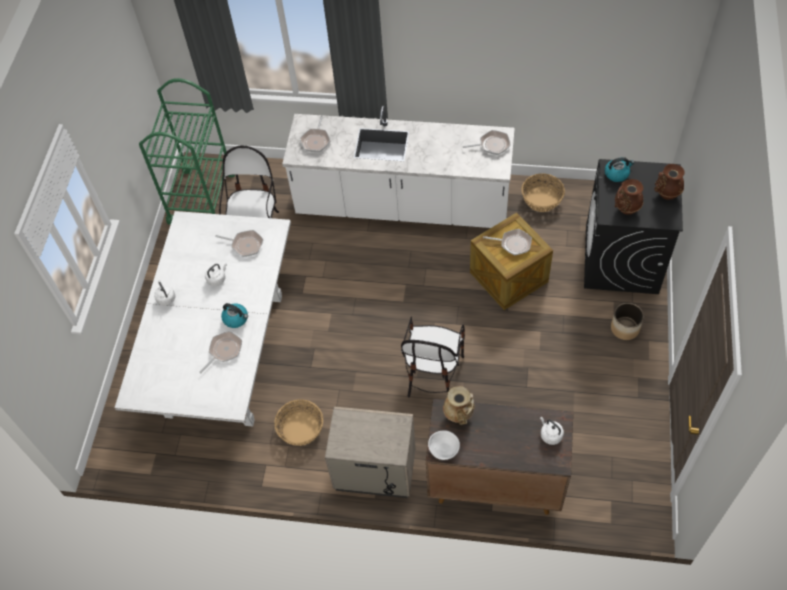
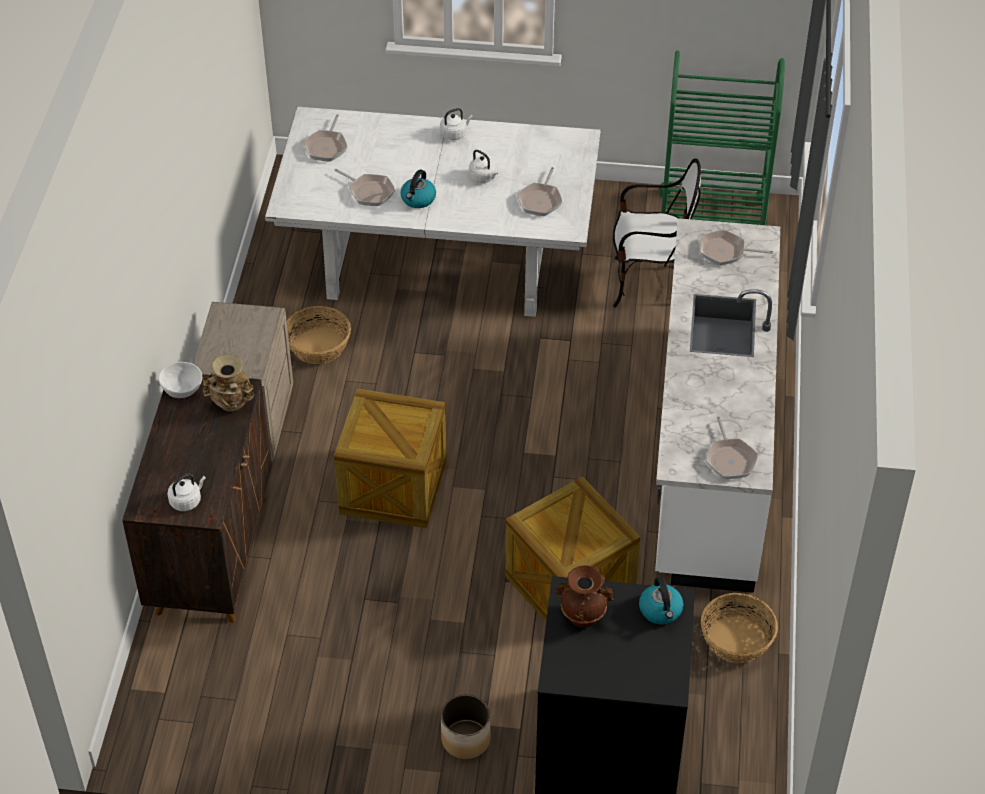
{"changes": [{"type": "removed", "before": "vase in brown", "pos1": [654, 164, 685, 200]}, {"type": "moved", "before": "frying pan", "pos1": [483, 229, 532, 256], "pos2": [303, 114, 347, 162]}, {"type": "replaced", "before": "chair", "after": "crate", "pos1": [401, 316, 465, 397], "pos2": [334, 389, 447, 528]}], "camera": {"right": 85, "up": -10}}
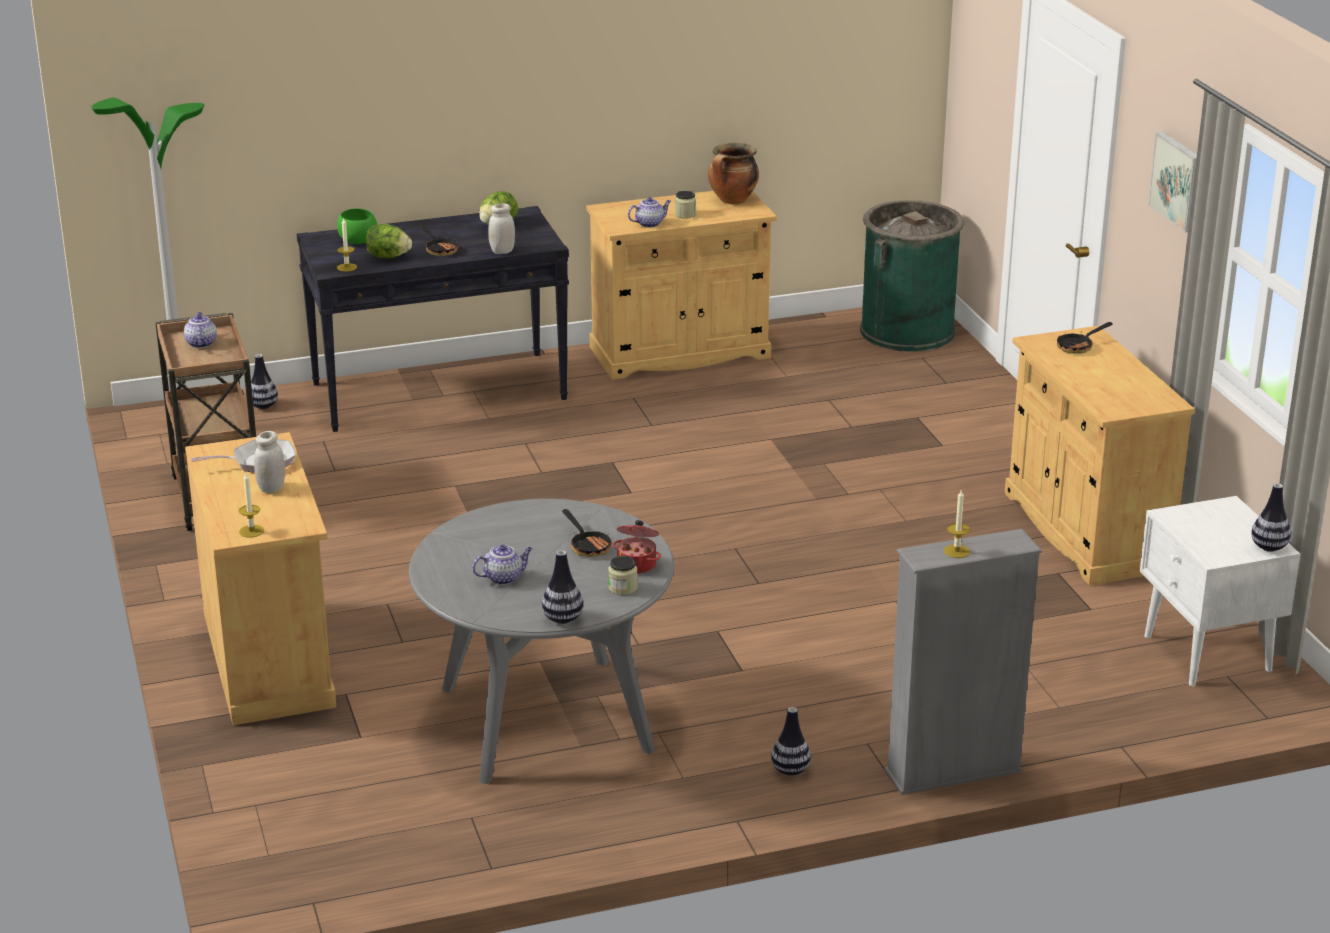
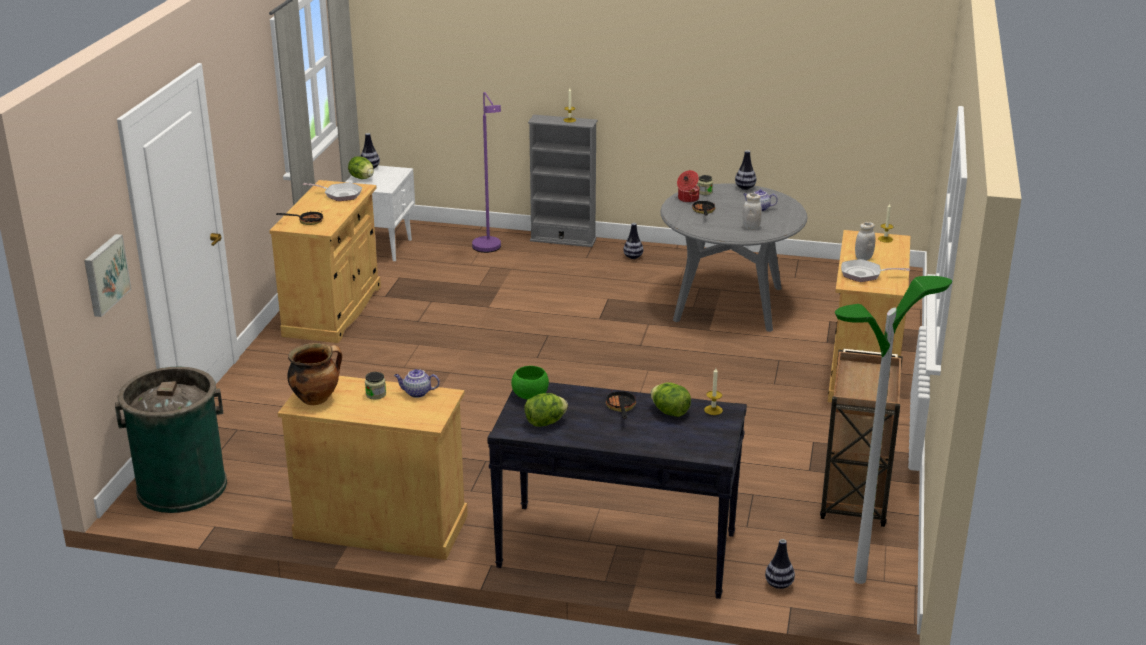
{"changes": [{"type": "moved", "before": "picture", "pos1": [1148, 132, 1197, 232], "pos2": [84, 234, 131, 317]}, {"type": "moved", "before": "jar in white", "pos1": [488, 203, 515, 254], "pos2": [742, 193, 762, 229]}, {"type": "moved", "before": "bowl in green", "pos1": [337, 208, 377, 244], "pos2": [511, 366, 549, 400]}, {"type": "removed", "before": "teapot", "pos1": [184, 312, 217, 348]}, {"type": "added", "after": "floor lamp in purple", "pos2": [472, 92, 501, 253]}, {"type": "added", "after": "lettuce", "pos2": [348, 156, 374, 179]}, {"type": "added", "after": "frying pan", "pos2": [303, 183, 362, 201]}], "camera": {"right": -150, "up": 0}}
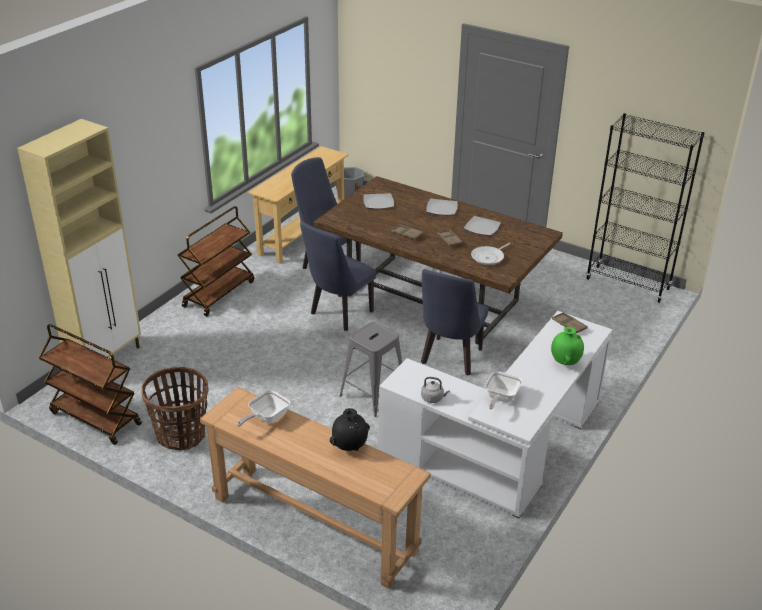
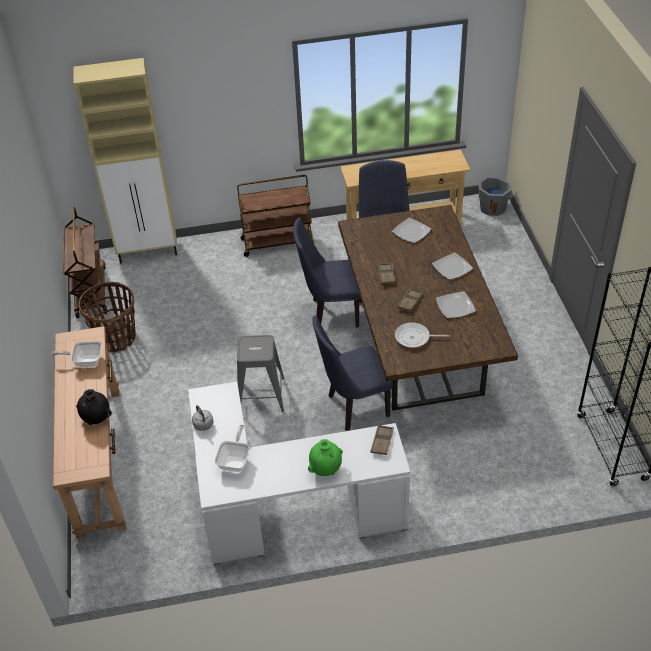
{"changes": [{"type": "turned", "before": "frying pan", "pos1": [485, 371, 523, 409], "pos2": [214, 425, 250, 472], "turn": 120}], "camera": {"right": 50, "up": 10}}
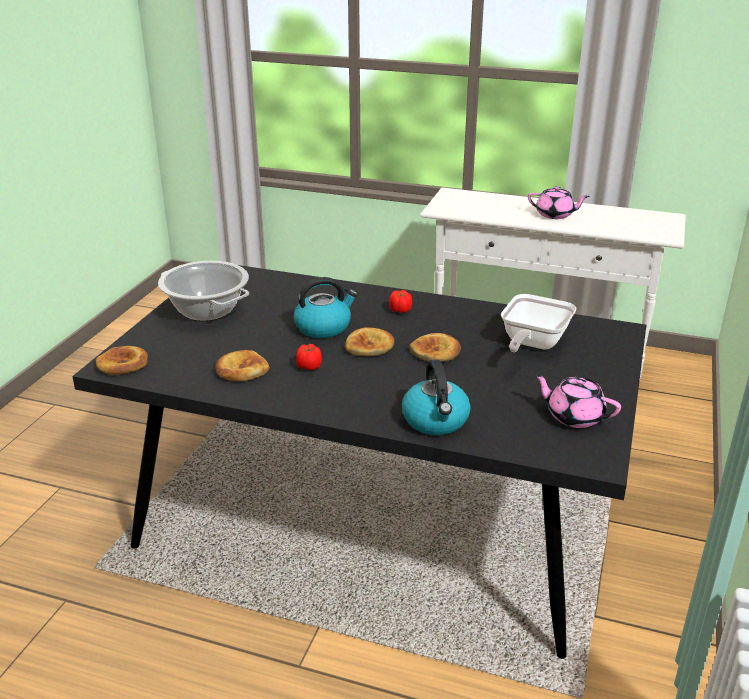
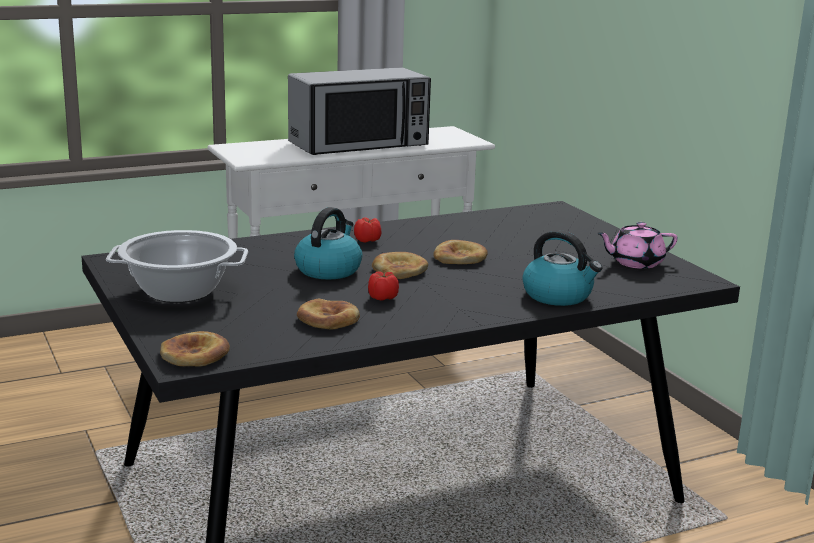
{"changes": [{"type": "replaced", "before": "teapot in pink", "after": "microwave", "pos1": [528, 186, 590, 219], "pos2": [288, 67, 431, 155]}, {"type": "removed", "before": "frying pan", "pos1": [501, 294, 576, 352]}], "camera": {"right": -45, "up": -10}}
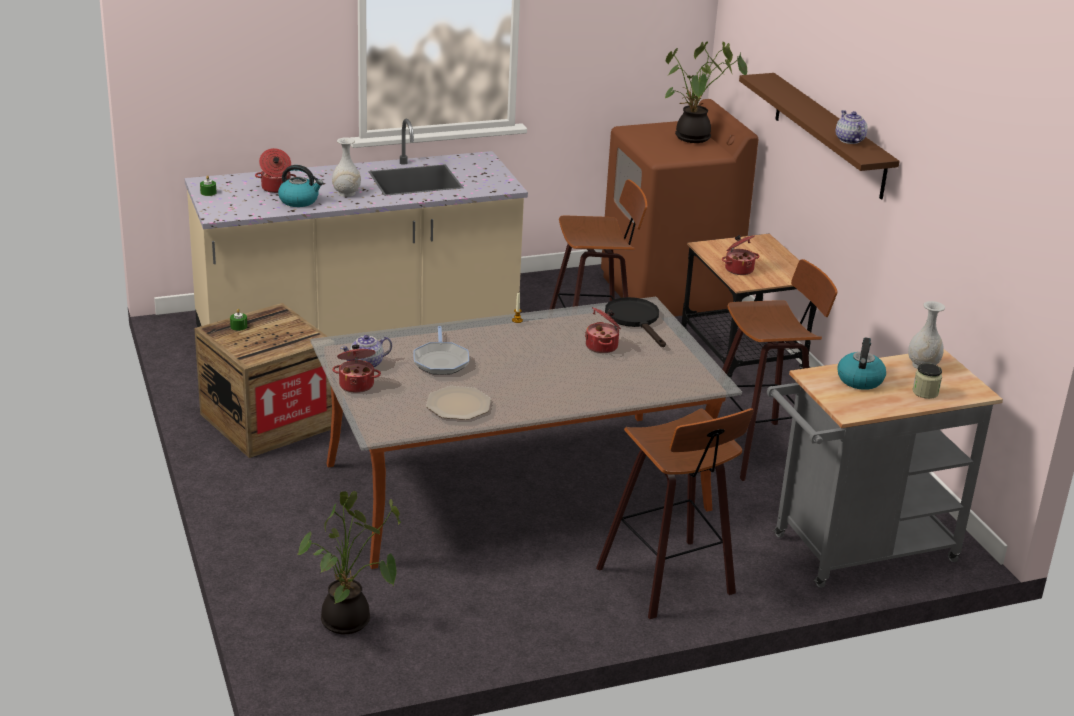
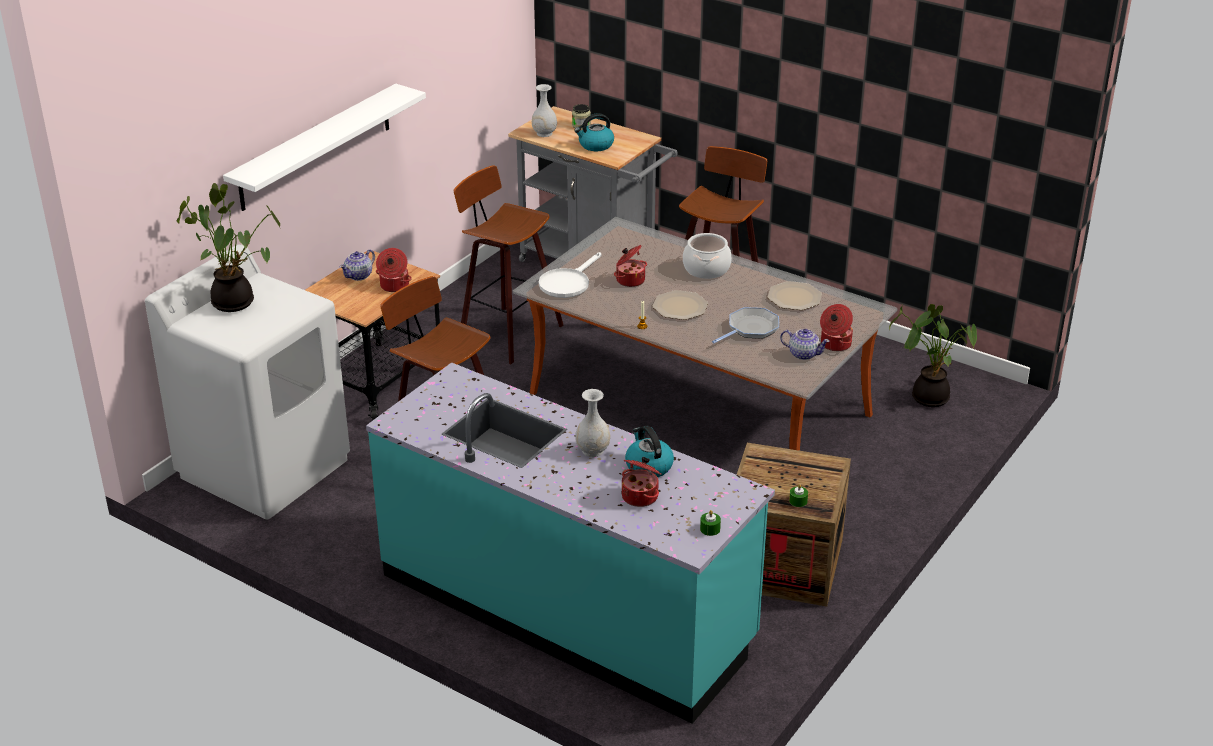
{"changes": [{"type": "recoloured", "before": "shelf in brown", "after": "shelf in white", "pos1": [739, 73, 900, 200], "pos2": [223, 83, 426, 211]}, {"type": "recoloured", "before": "washing machine in brown", "after": "washing machine in white", "pos1": [601, 99, 758, 317], "pos2": [145, 245, 350, 520]}, {"type": "moved", "before": "teapot", "pos1": [836, 110, 868, 144], "pos2": [340, 249, 375, 281]}, {"type": "recoloured", "before": "counter in beige", "after": "counter in turquoise", "pos1": [184, 119, 528, 337], "pos2": [366, 362, 775, 724]}, {"type": "recoloured", "before": "frying pan in black", "after": "frying pan in white", "pos1": [605, 297, 666, 347], "pos2": [539, 252, 601, 298]}, {"type": "added", "after": "cooking pot", "pos2": [683, 233, 732, 279]}, {"type": "added", "after": "plate", "pos2": [652, 290, 708, 320]}], "camera": {"right": -125, "up": 5}}
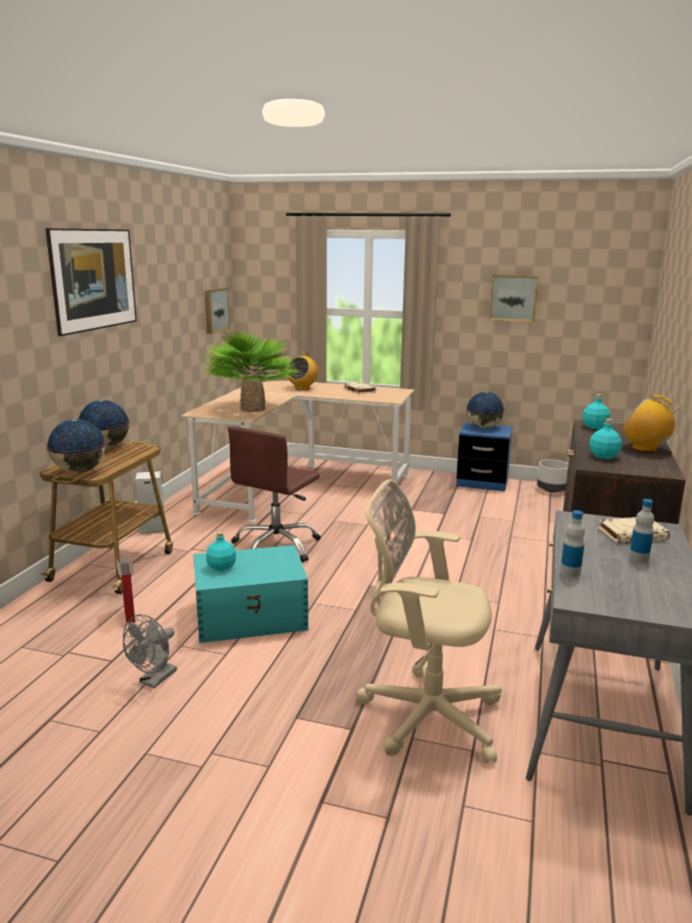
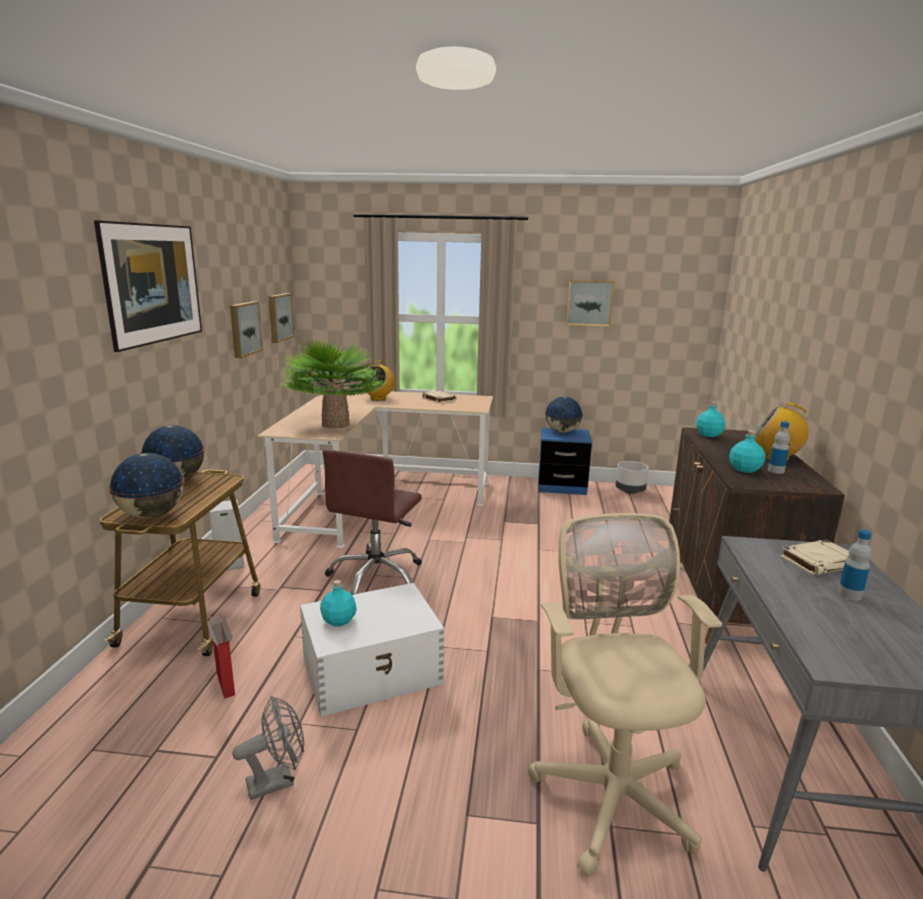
{"changes": [{"type": "turned", "before": "office chair in beige", "pos1": [356, 479, 502, 764], "pos2": [528, 513, 722, 877], "turn": 75}, {"type": "moved", "before": "bottle", "pos1": [560, 510, 585, 577], "pos2": [768, 422, 790, 474]}, {"type": "recoloured", "before": "storage box in turquoise", "after": "storage box in white", "pos1": [193, 545, 308, 643], "pos2": [300, 583, 444, 717]}, {"type": "turned", "before": "fan in grey", "pos1": [123, 615, 177, 688], "pos2": [232, 696, 304, 800], "turn": -135}, {"type": "added", "after": "picture", "pos2": [230, 301, 263, 358]}], "camera": {"right": -10, "up": 0}}
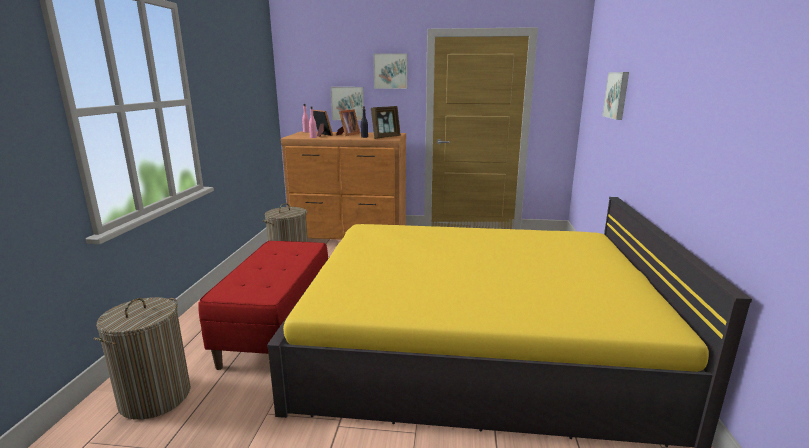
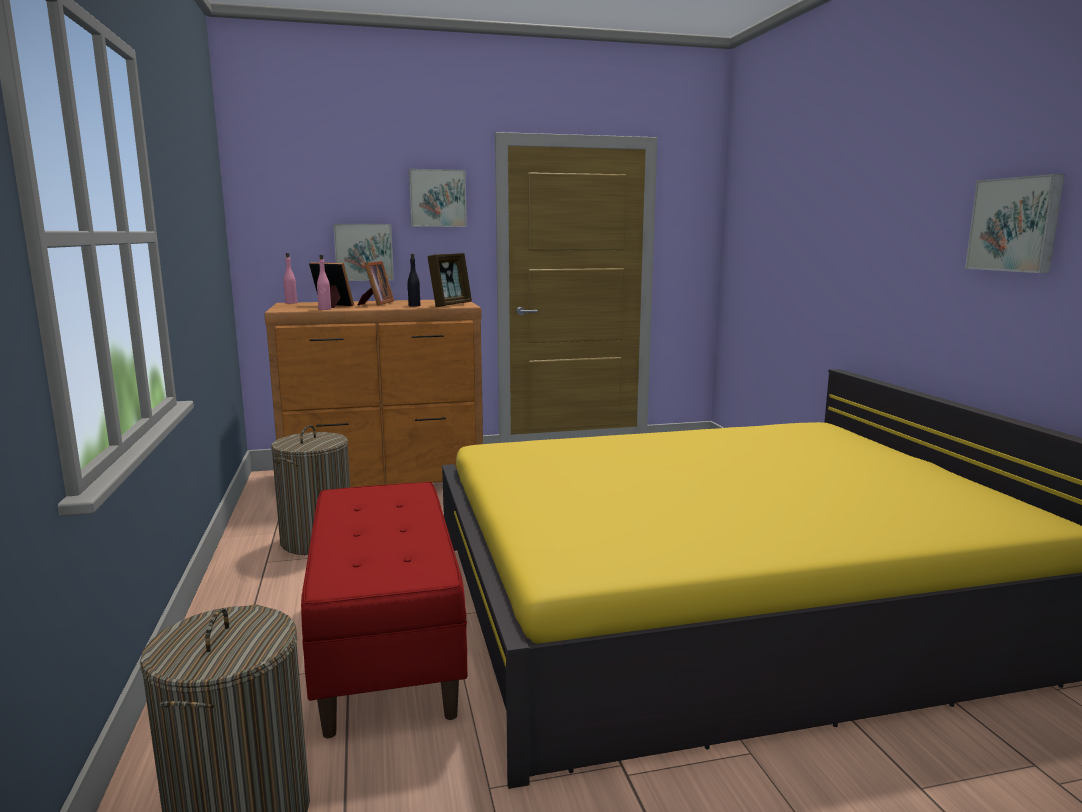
{"changes": [{"type": "moved", "before": "picture", "pos1": [602, 72, 629, 120], "pos2": [965, 174, 1065, 273]}], "camera": {"right": -20, "up": -5}}
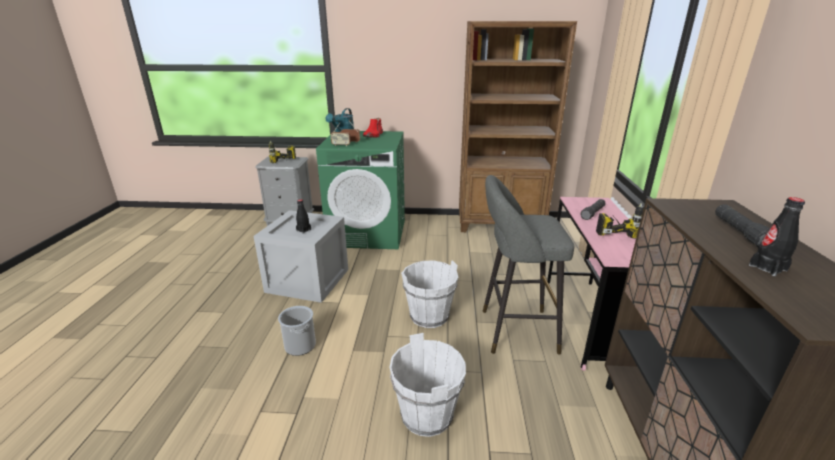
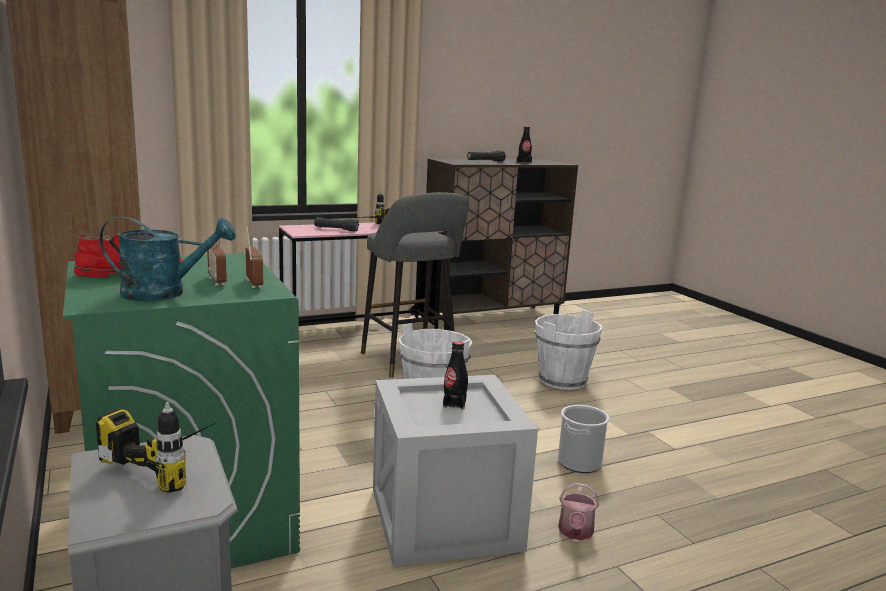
{"changes": [{"type": "added", "after": "watering can", "pos2": [558, 483, 599, 540]}], "camera": {"right": -120, "up": -10}}
